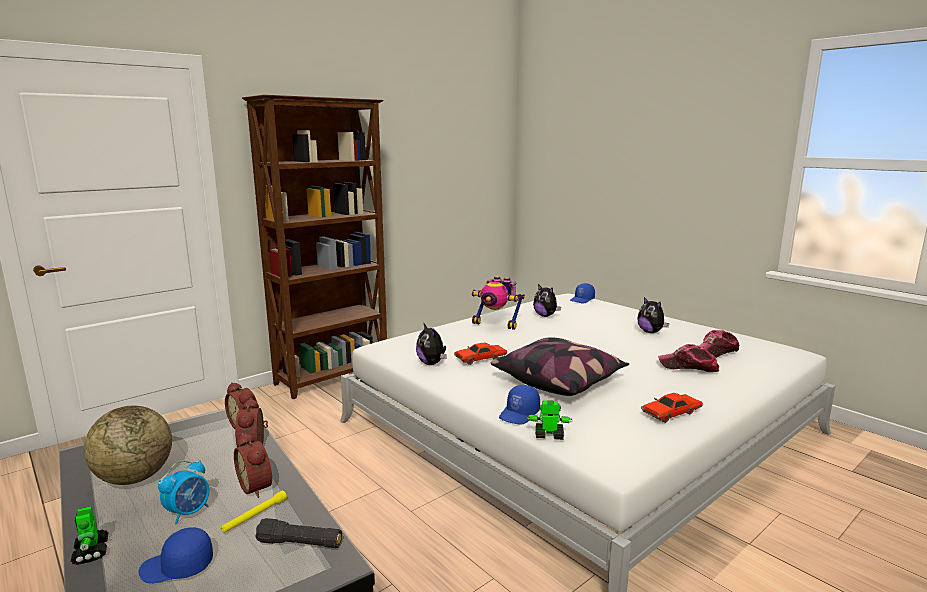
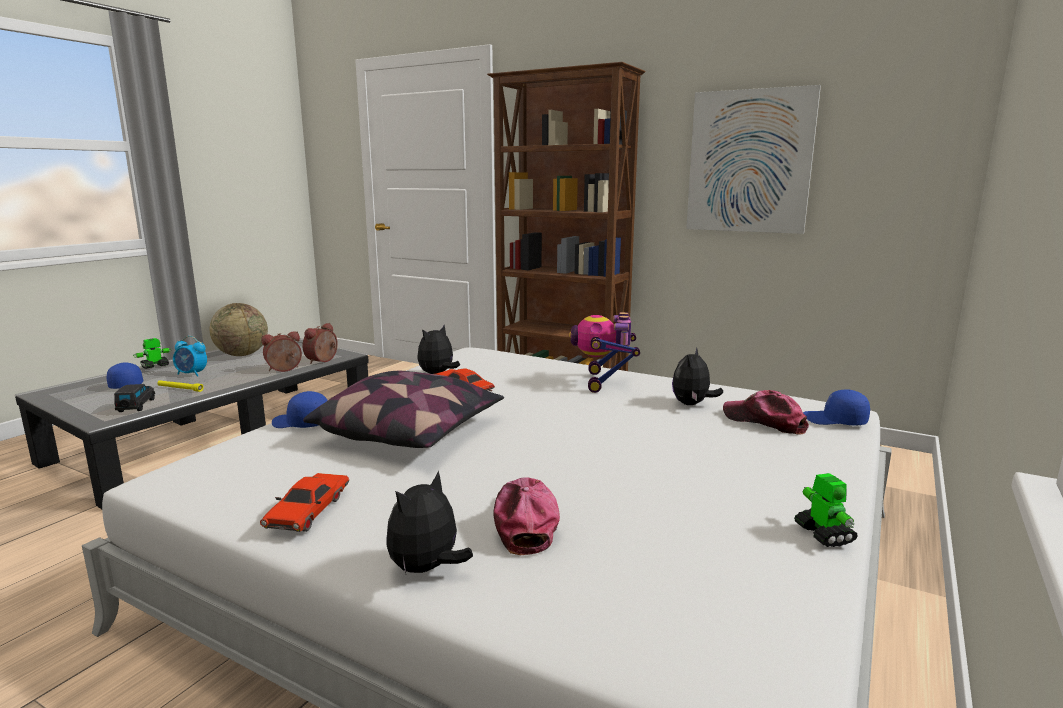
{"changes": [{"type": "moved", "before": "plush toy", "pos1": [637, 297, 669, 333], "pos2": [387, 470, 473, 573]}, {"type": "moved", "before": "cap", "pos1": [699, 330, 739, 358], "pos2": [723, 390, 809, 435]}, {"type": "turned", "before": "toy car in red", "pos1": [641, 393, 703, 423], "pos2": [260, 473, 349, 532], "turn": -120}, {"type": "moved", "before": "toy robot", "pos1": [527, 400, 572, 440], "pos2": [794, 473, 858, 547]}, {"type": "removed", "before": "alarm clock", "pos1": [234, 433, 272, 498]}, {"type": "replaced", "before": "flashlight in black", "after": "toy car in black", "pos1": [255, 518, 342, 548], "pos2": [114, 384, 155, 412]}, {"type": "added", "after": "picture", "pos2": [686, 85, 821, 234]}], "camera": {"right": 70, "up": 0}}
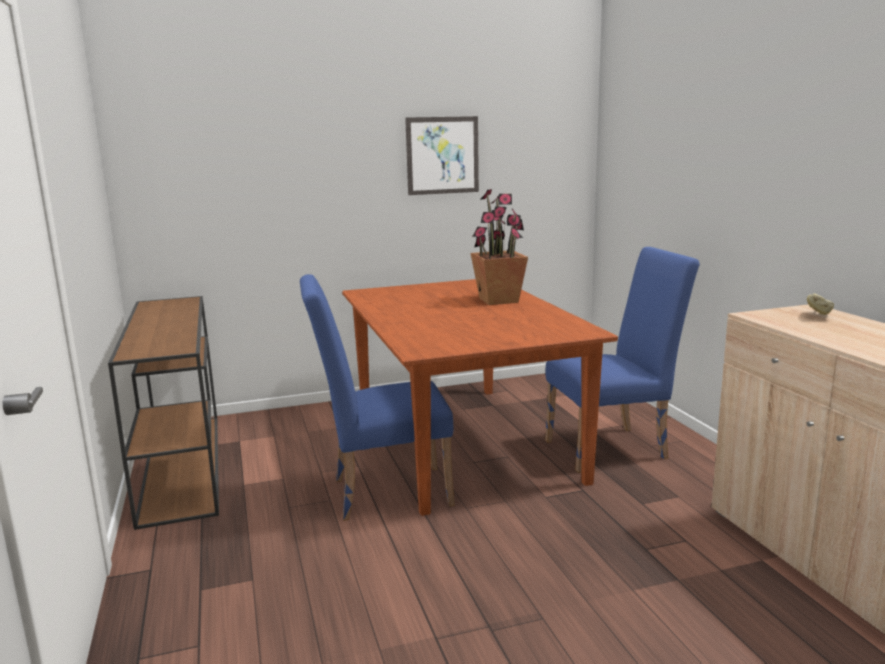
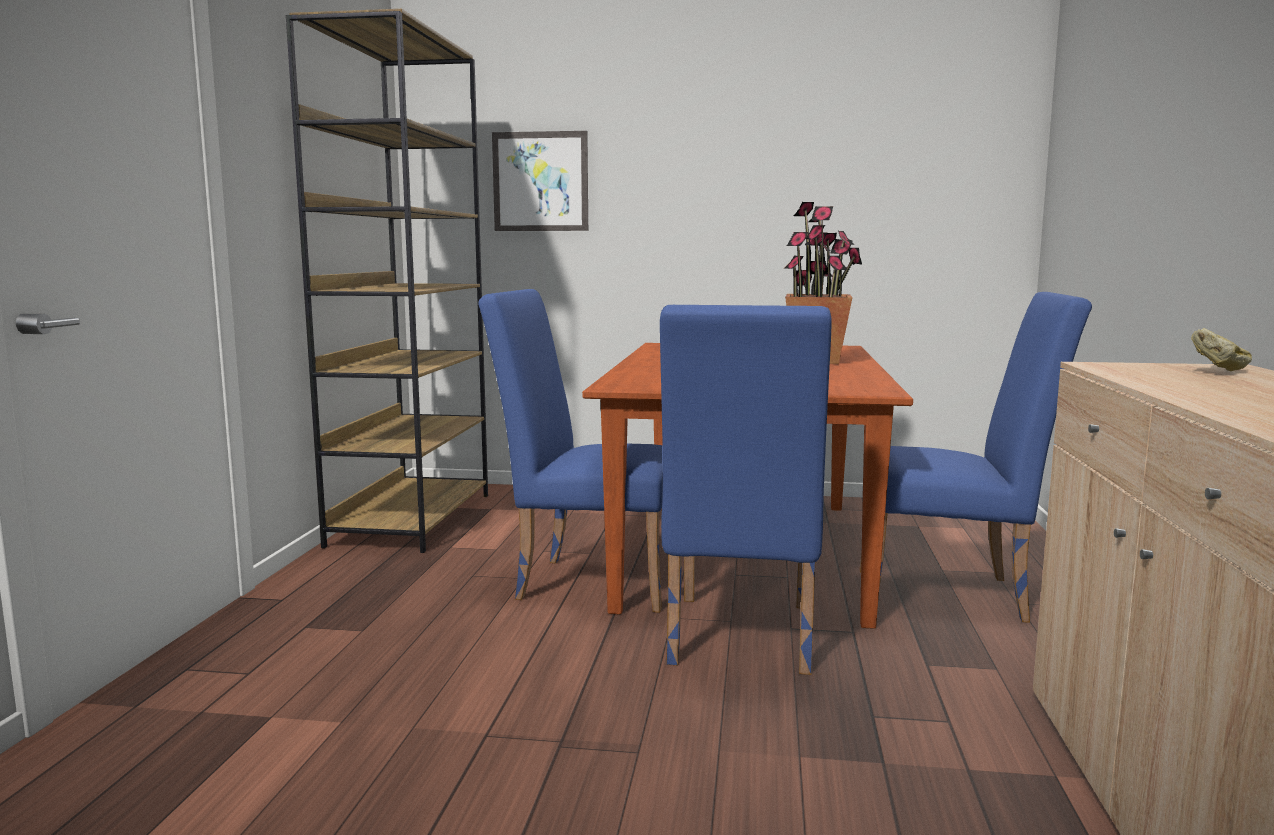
{"changes": [{"type": "moved", "before": "picture", "pos1": [405, 116, 479, 195], "pos2": [492, 131, 588, 231]}, {"type": "replaced", "before": "console table in brown", "after": "bookcase in brown", "pos1": [108, 296, 219, 530], "pos2": [286, 9, 488, 553]}, {"type": "added", "after": "chair in blue", "pos2": [660, 305, 832, 675]}], "camera": {"right": 25, "up": -5}}
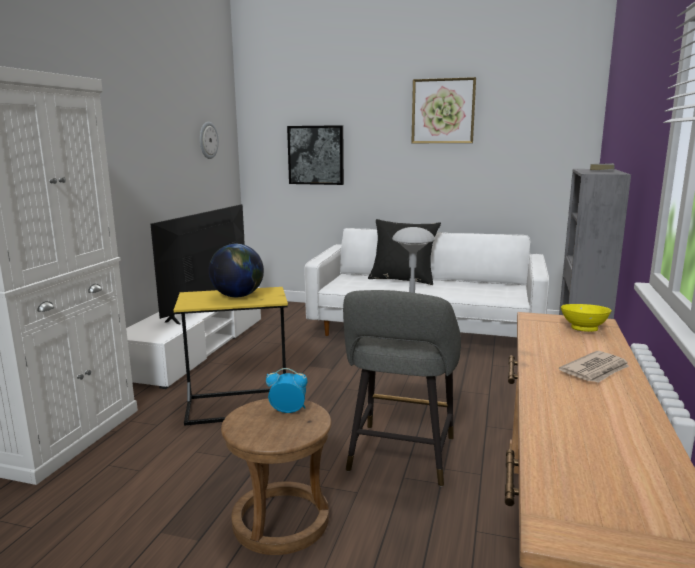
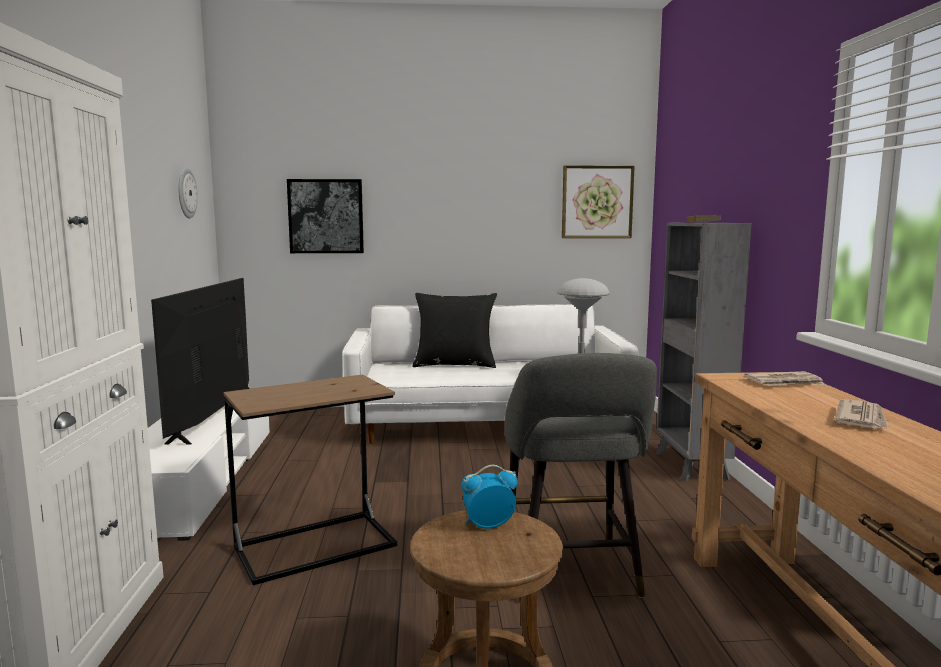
{"changes": [{"type": "moved", "before": "picture", "pos1": [411, 77, 476, 143], "pos2": [562, 165, 635, 238]}, {"type": "removed", "before": "globe", "pos1": [209, 244, 264, 297]}, {"type": "recoloured", "before": "side table in yellow", "after": "side table in brown", "pos1": [174, 287, 288, 426], "pos2": [223, 374, 397, 585]}, {"type": "replaced", "before": "bowl in yellow", "after": "newspaper", "pos1": [561, 304, 612, 332], "pos2": [745, 371, 825, 386]}], "camera": {"right": -20, "up": -5}}
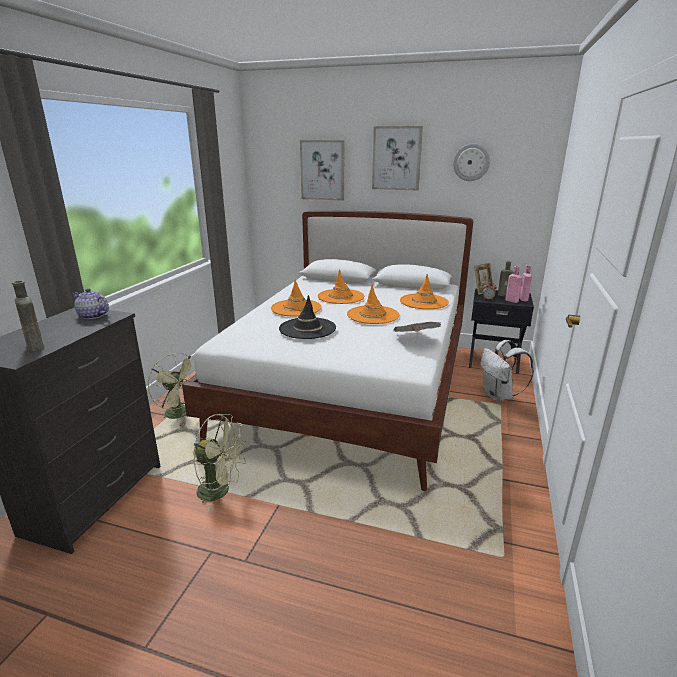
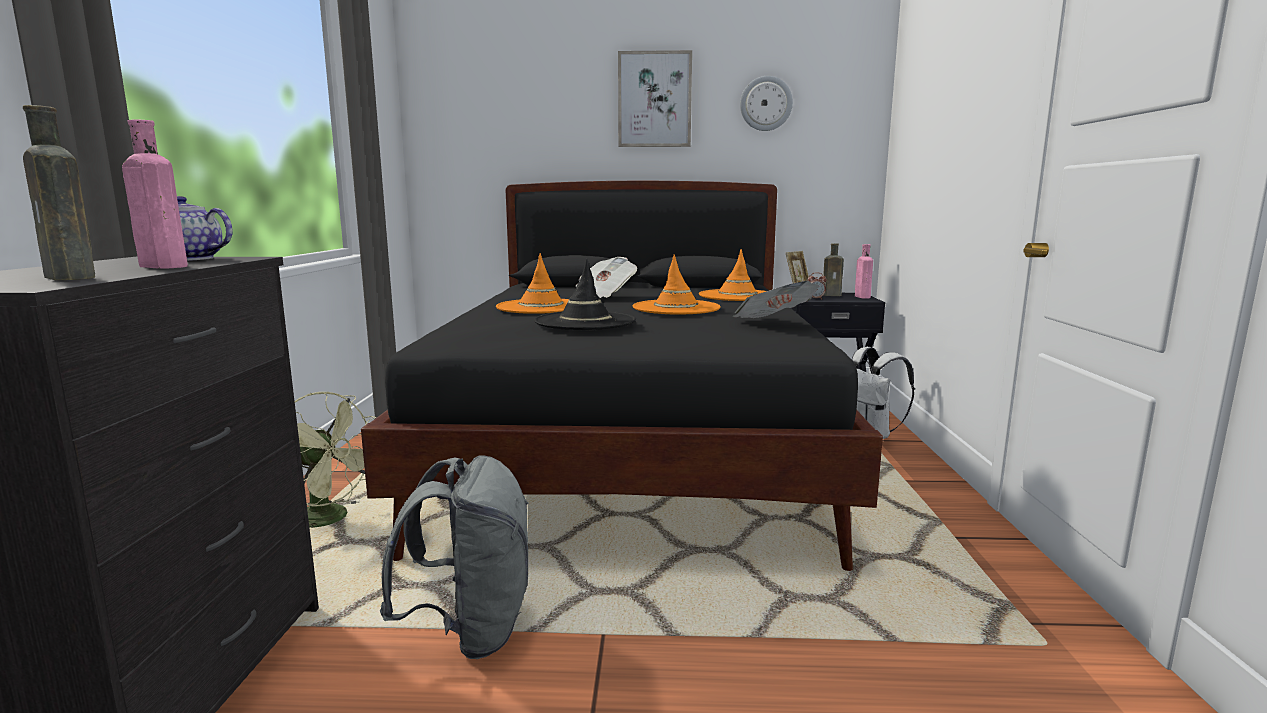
{"changes": [{"type": "removed", "before": "picture", "pos1": [300, 140, 345, 201]}, {"type": "recoloured", "before": "bed in white", "after": "bed in black", "pos1": [182, 211, 473, 491], "pos2": [361, 181, 883, 571]}, {"type": "moved", "before": "bottle in pink", "pos1": [505, 266, 522, 303], "pos2": [122, 119, 188, 269]}, {"type": "replaced", "before": "hat in orange", "after": "newspaper", "pos1": [318, 269, 364, 304], "pos2": [575, 257, 637, 298]}, {"type": "replaced", "before": "fan in green", "after": "backpack in grey", "pos1": [194, 414, 247, 512], "pos2": [380, 455, 529, 659]}], "camera": {"right": -15, "up": -10}}
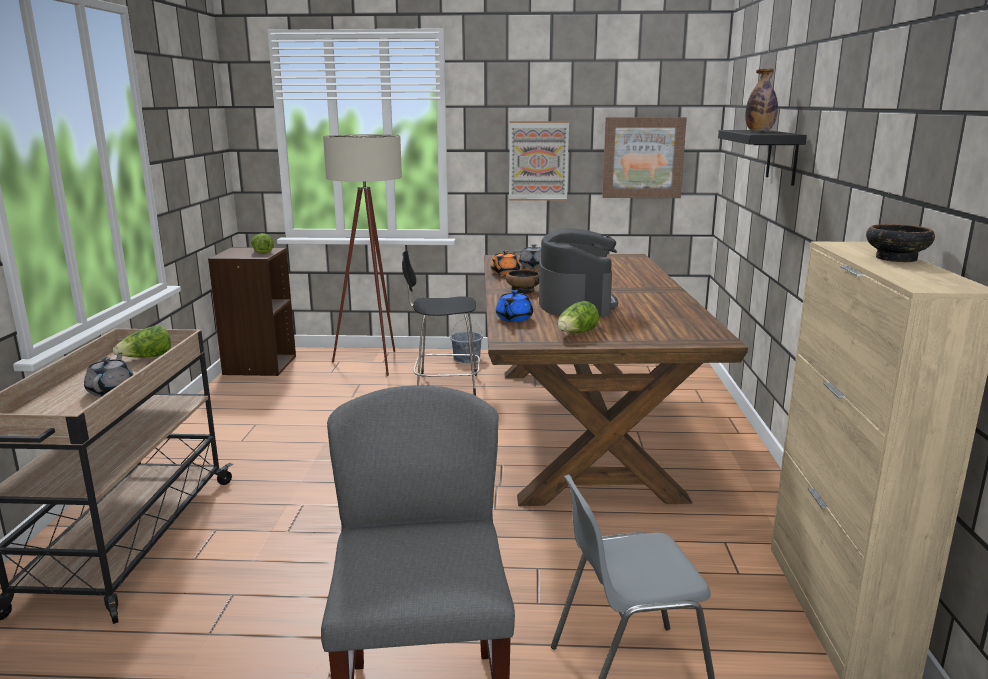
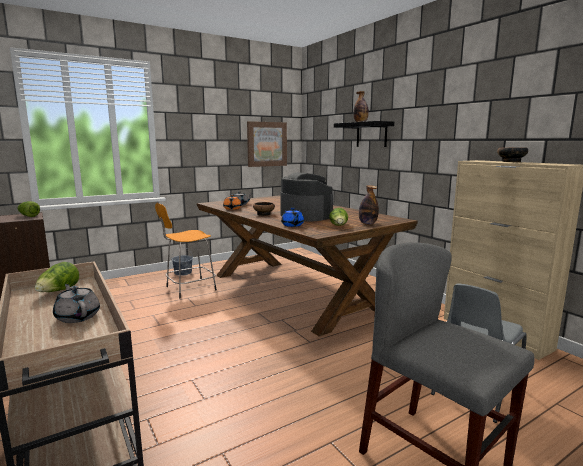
{"changes": [{"type": "removed", "before": "picture", "pos1": [509, 121, 569, 201]}, {"type": "removed", "before": "floor lamp in beige", "pos1": [323, 134, 402, 376]}, {"type": "recoloured", "before": "stool in black", "after": "stool in orange", "pos1": [402, 251, 480, 396], "pos2": [155, 203, 217, 298]}, {"type": "added", "after": "bottle", "pos2": [359, 185, 379, 224]}], "camera": {"right": -35, "up": -5}}
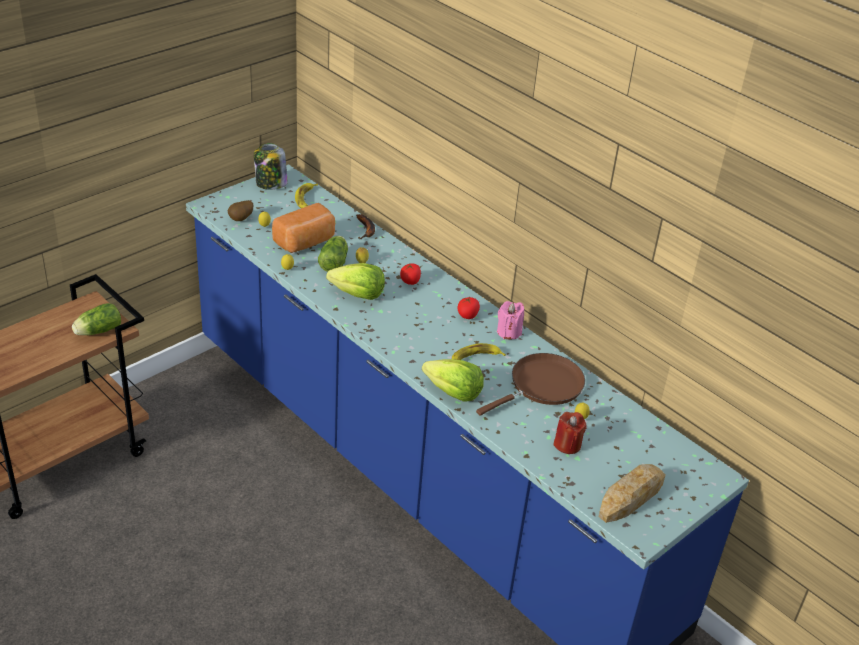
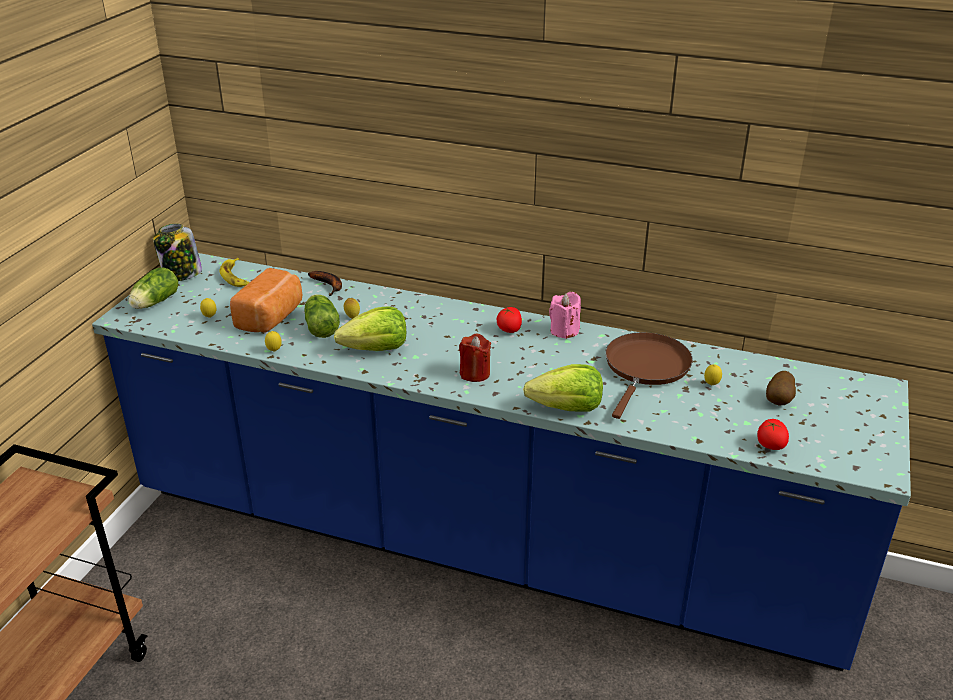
{"changes": [{"type": "moved", "before": "potato", "pos1": [228, 200, 253, 221], "pos2": [766, 371, 796, 406]}, {"type": "moved", "before": "tomato", "pos1": [400, 263, 421, 285], "pos2": [757, 419, 789, 450]}, {"type": "moved", "before": "lettuce", "pos1": [72, 303, 121, 335], "pos2": [128, 267, 179, 309]}, {"type": "removed", "before": "banana", "pos1": [452, 343, 506, 360]}, {"type": "moved", "before": "candle in red", "pos1": [553, 412, 587, 454], "pos2": [459, 333, 491, 382]}, {"type": "removed", "before": "bread", "pos1": [599, 464, 665, 523]}], "camera": {"right": -25, "up": -5}}
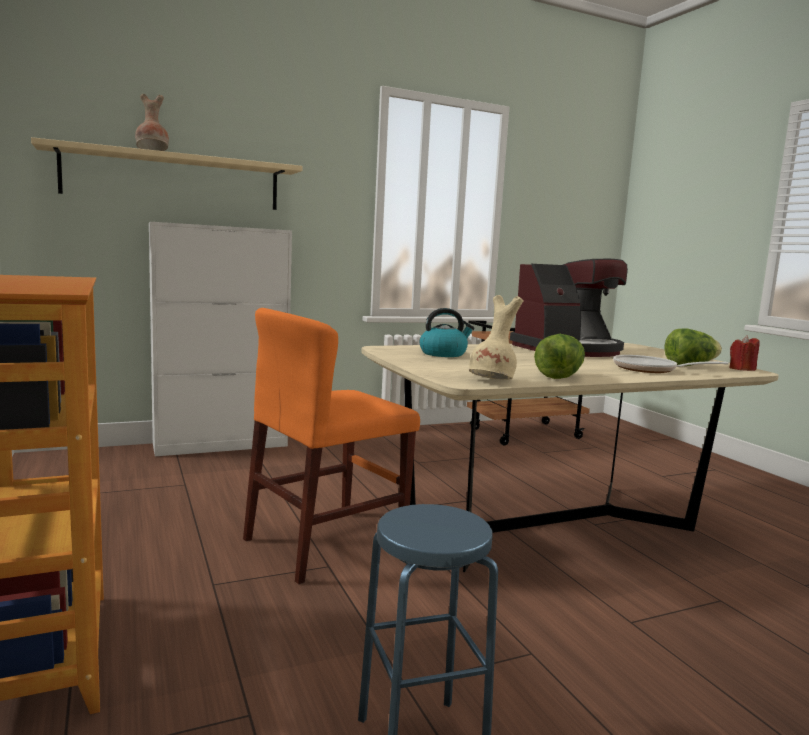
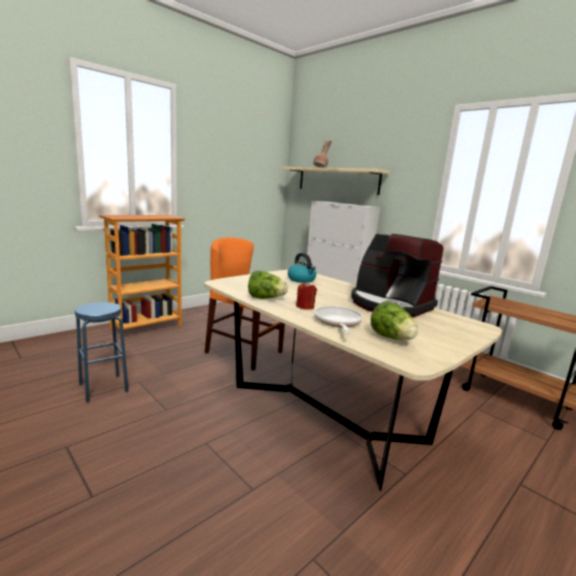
{"changes": [{"type": "removed", "before": "vase in beige", "pos1": [469, 295, 523, 380]}, {"type": "moved", "before": "candle in red", "pos1": [729, 335, 759, 371], "pos2": [296, 282, 317, 310]}], "camera": {"right": 70, "up": 5}}
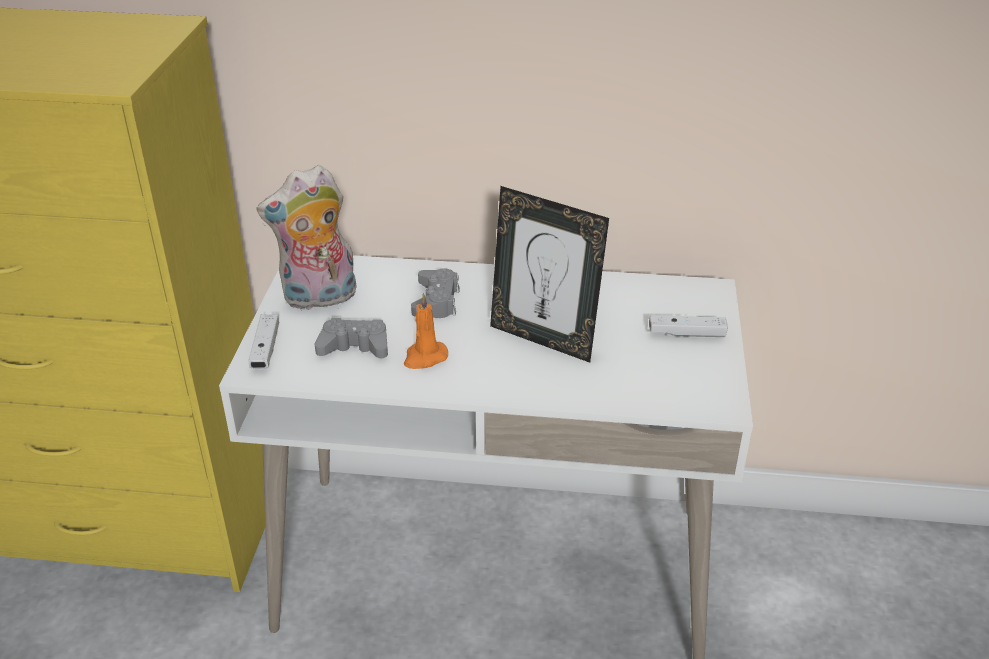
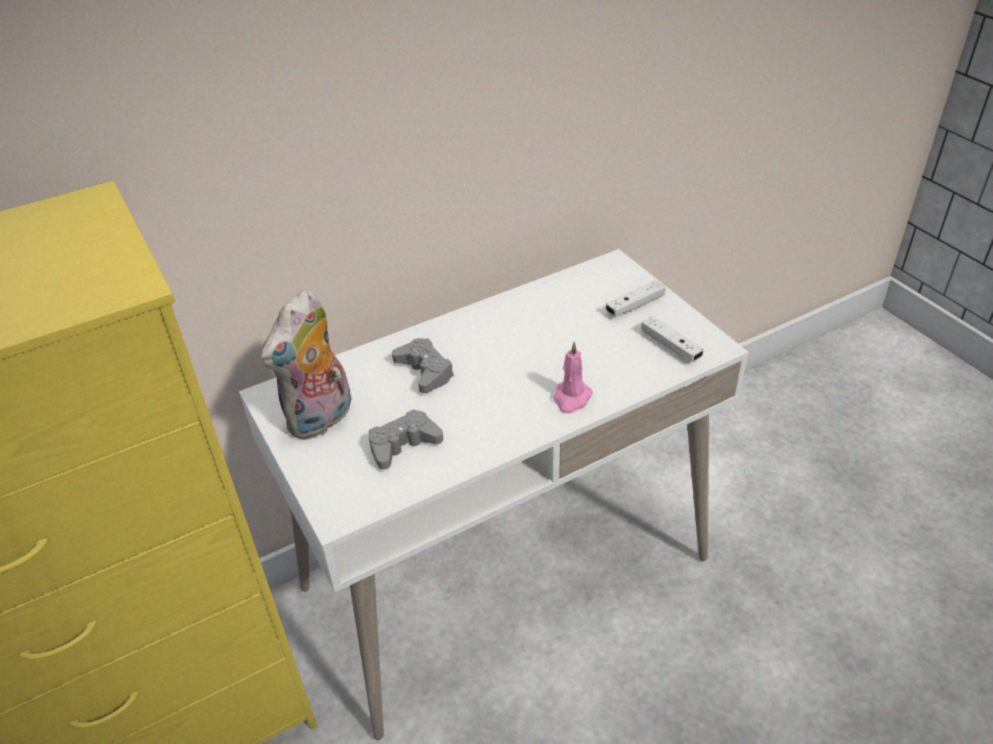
{"changes": [{"type": "removed", "before": "picture frame", "pos1": [490, 186, 609, 363]}, {"type": "removed", "before": "candle in orange", "pos1": [404, 293, 448, 369]}, {"type": "moved", "before": "game controller in white", "pos1": [248, 314, 279, 369], "pos2": [641, 316, 704, 362]}, {"type": "added", "after": "candle in pink", "pos2": [554, 342, 593, 414]}], "camera": {"right": -35, "up": 5}}
